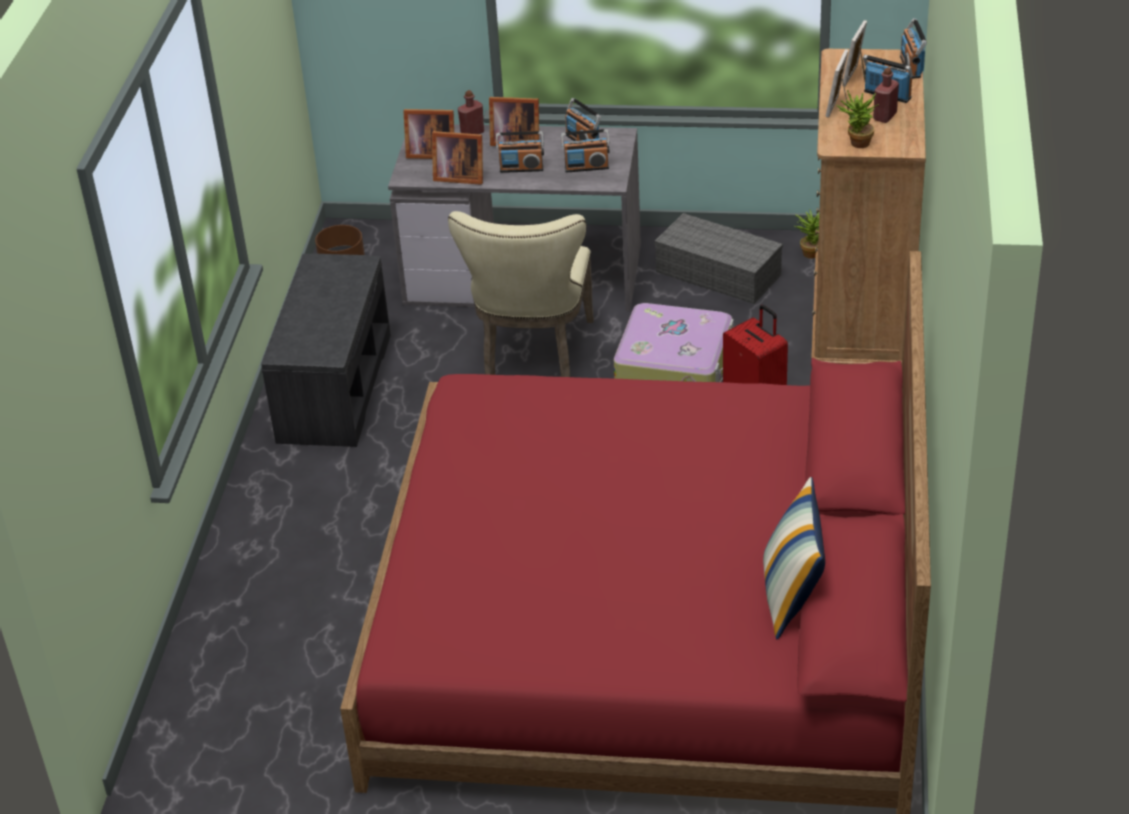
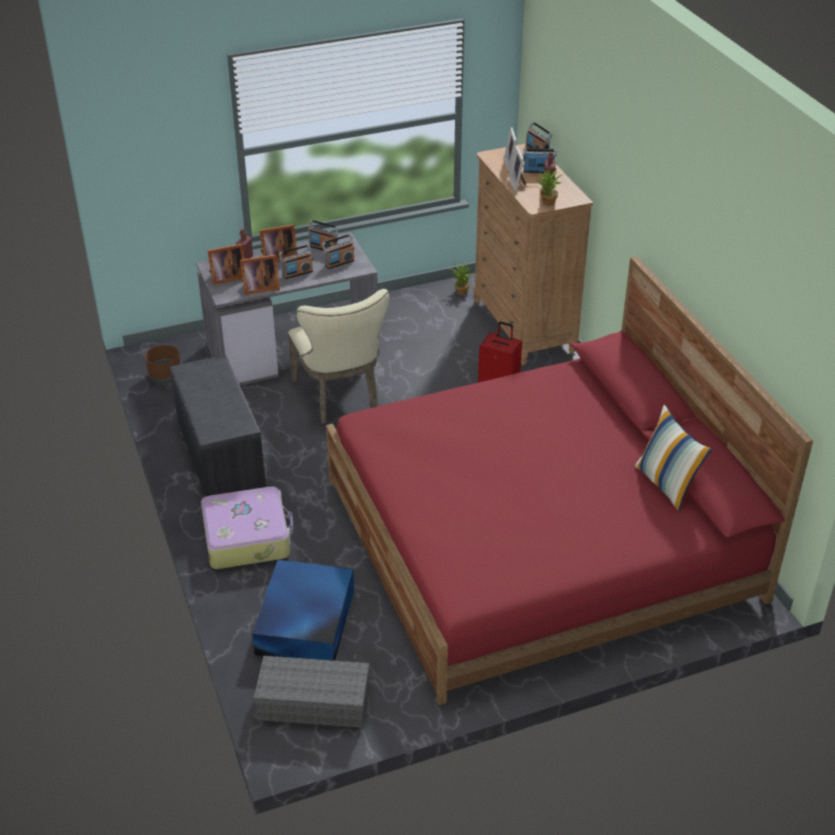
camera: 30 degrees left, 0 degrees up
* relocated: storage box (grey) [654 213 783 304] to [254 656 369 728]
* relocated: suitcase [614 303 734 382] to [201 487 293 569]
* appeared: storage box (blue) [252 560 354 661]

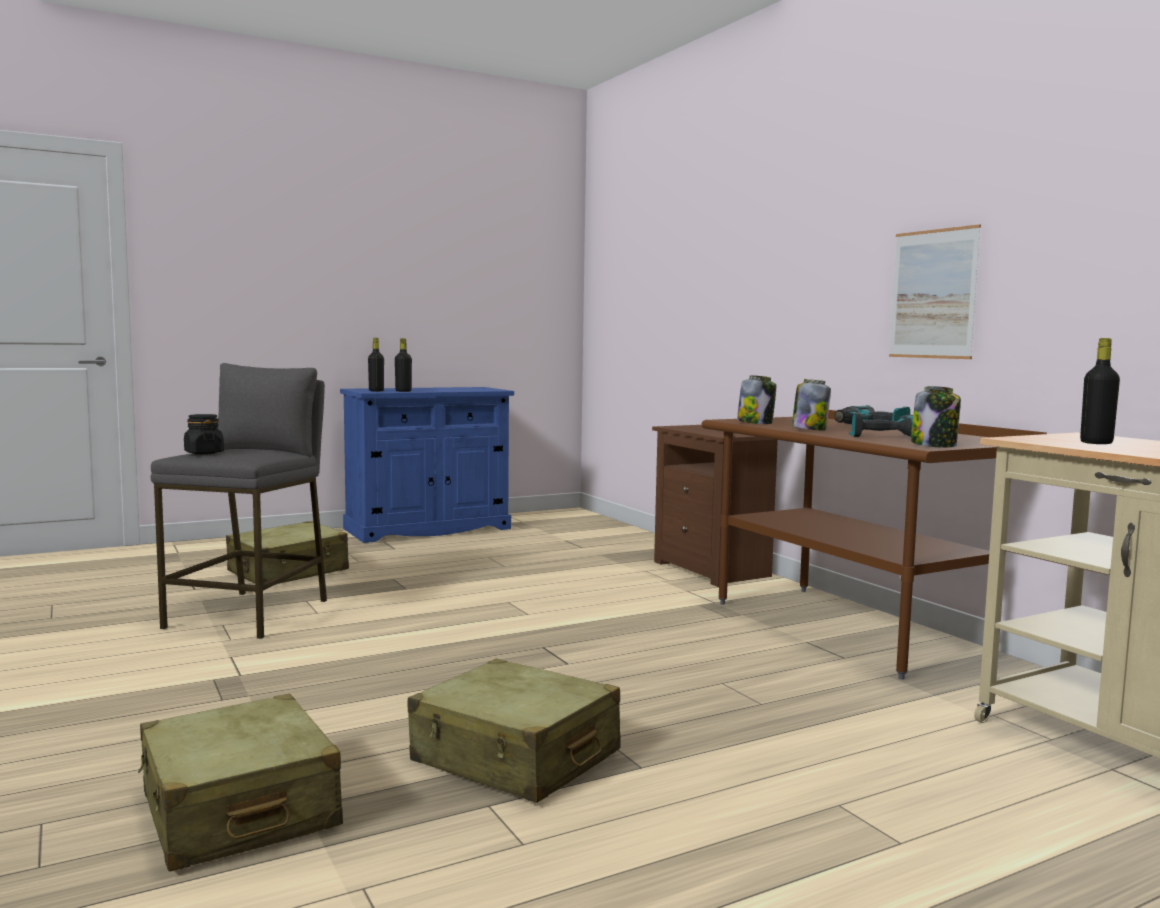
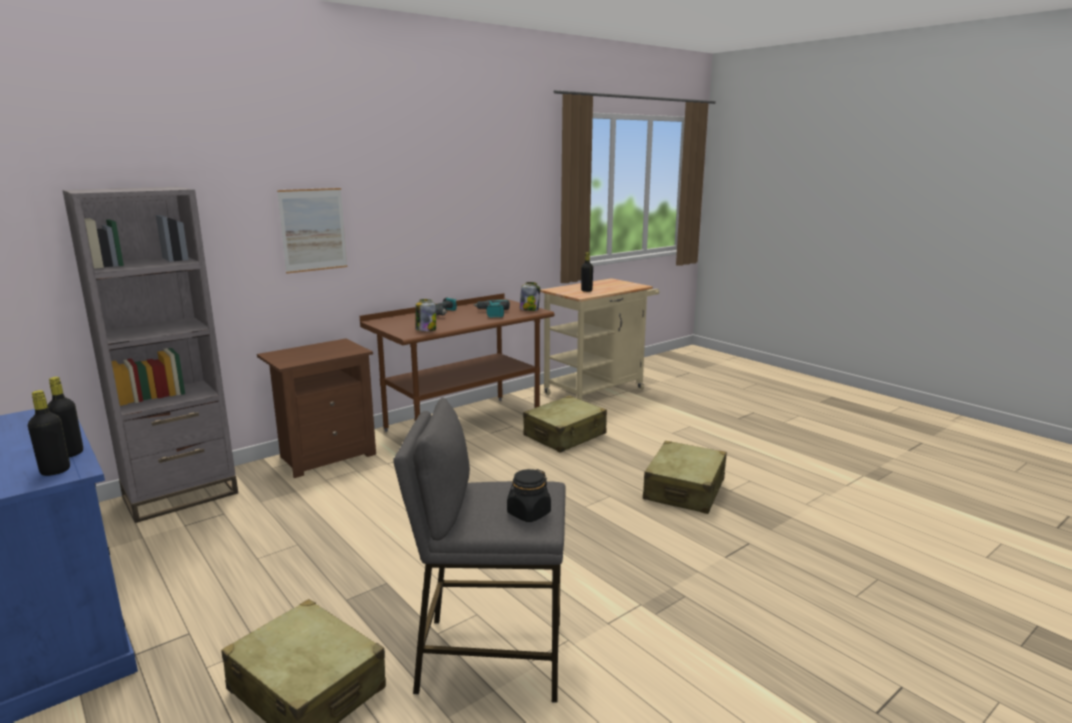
camera: 100 degrees left, 10 degrees up
* relocated: picture [889 224 981 359] to [277 188 347 274]
* missing: jar [792 379 831 431]
* relocated: suitcase (beige) [138 694 343 872] to [523 396 607 453]
* appeared: bookcase (grey) [62 187 238 523]

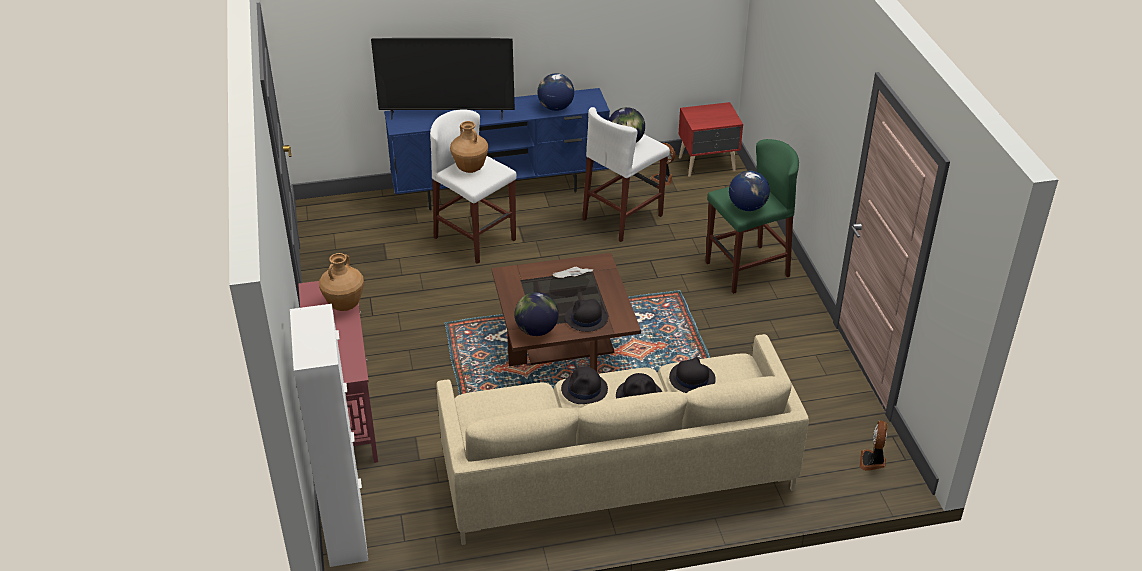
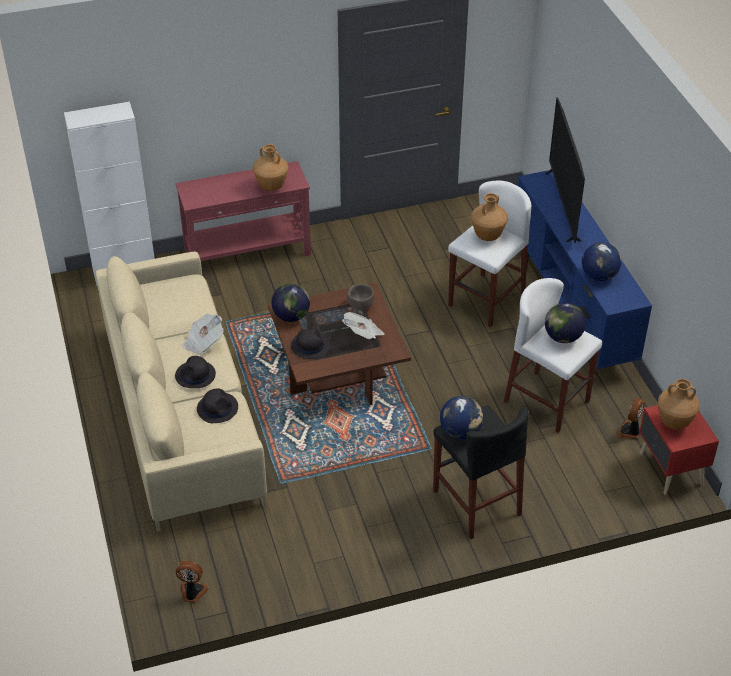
camera: 85 degrees right, 5 degrees up
* colour: stool (green) [705 139 799 294] to stool (black) [433 405 529 539]
* exchanged: hat (black) [561 367 608 404] to newspaper [182 314 224 355]
* appeared: bowl (brown) [347 284 374 310]
* appeared: vase (brown) [658 379 700 430]

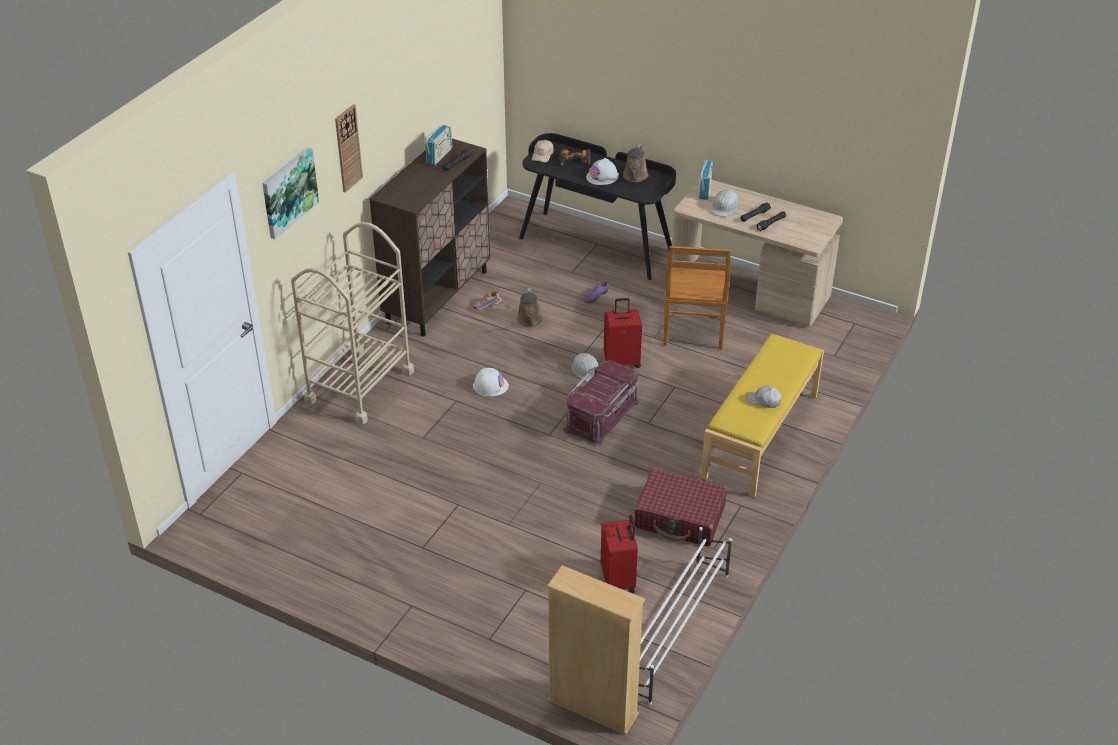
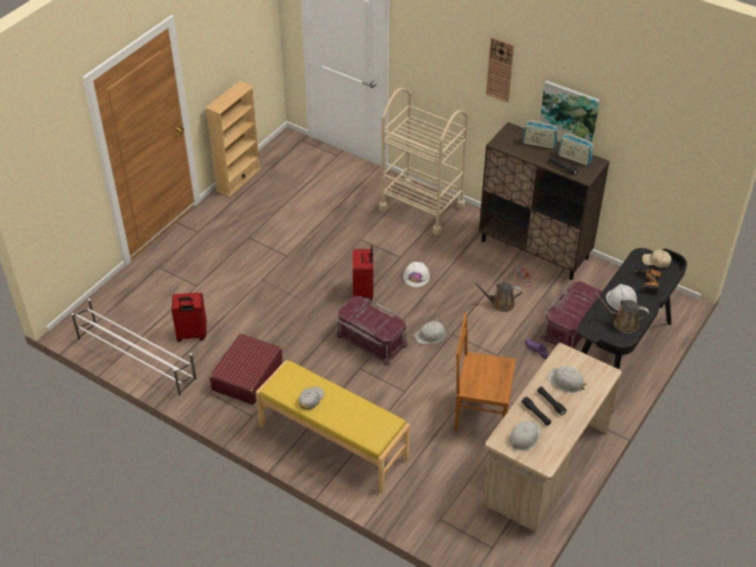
camera: 95 degrees right, 5 degrees up
* relocated: picture [262 147 319 239] to [540 80 600 142]
* relocated: radio [699 160 714 200] to [522 121 558 149]
* relocated: suitcase (red) [604 298 642 368] to [353 245 373 301]
* relocated: bookcase (beige) [547 565 645 735] to [205 81 261 197]
* appeared: storage box (red) [541 281 602 349]
* appeared: hard hat (white) [509 421 542 451]

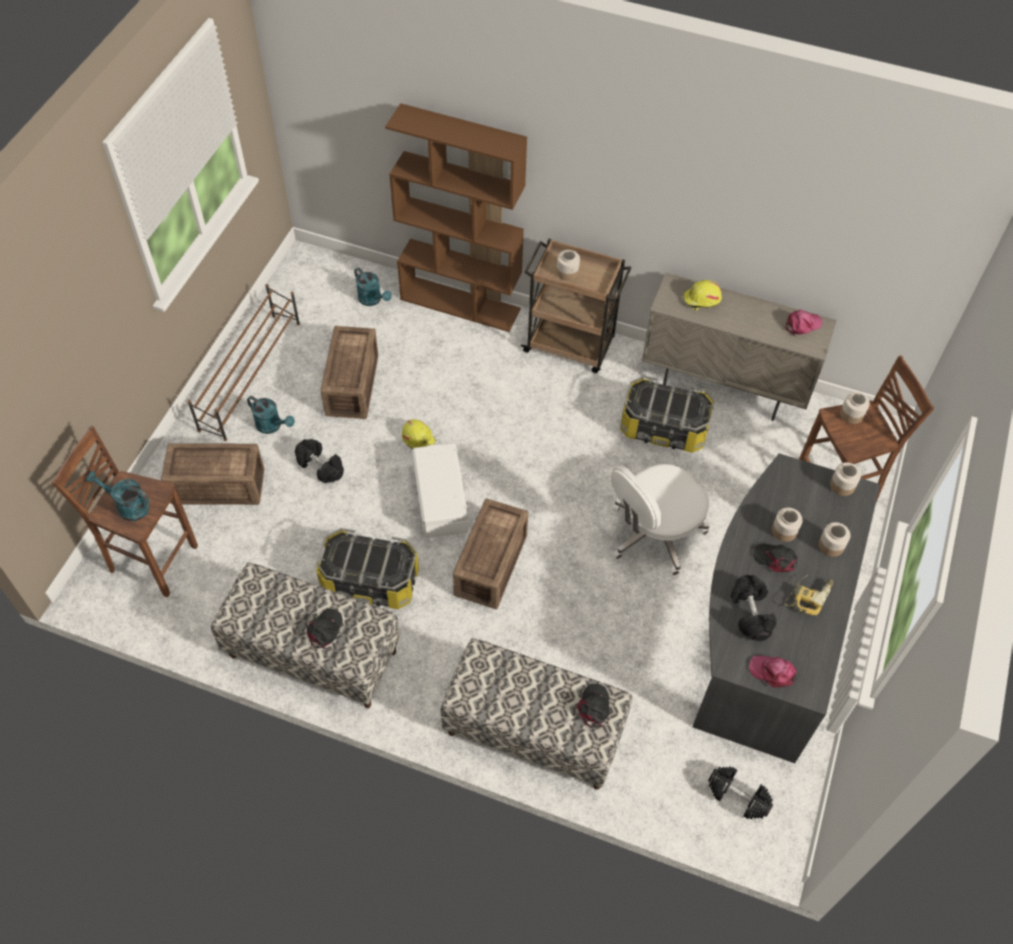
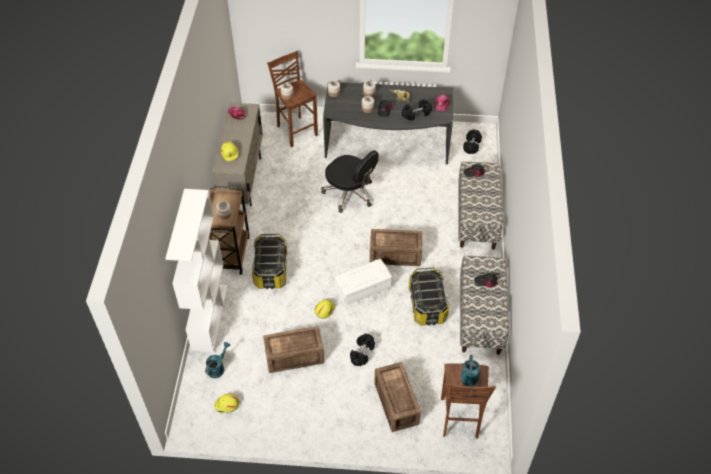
camera: 105 degrees left, 5 degrees down
* colour: bookcase (brown) [385 103 527 332] to bookcase (white) [165 189 228 352]
* missing: shoe rack (brown) [188 284 300 441]
* relocated: storage box [620 376 715 453] to [252 234 287 289]
* missing: watering can (turquoise) [247 396 295 434]
* colour: office chair (white) [611 464 710 575] to office chair (black) [321 150 379 213]
* appeared: hard hat (yellow) [214 394 240 414]

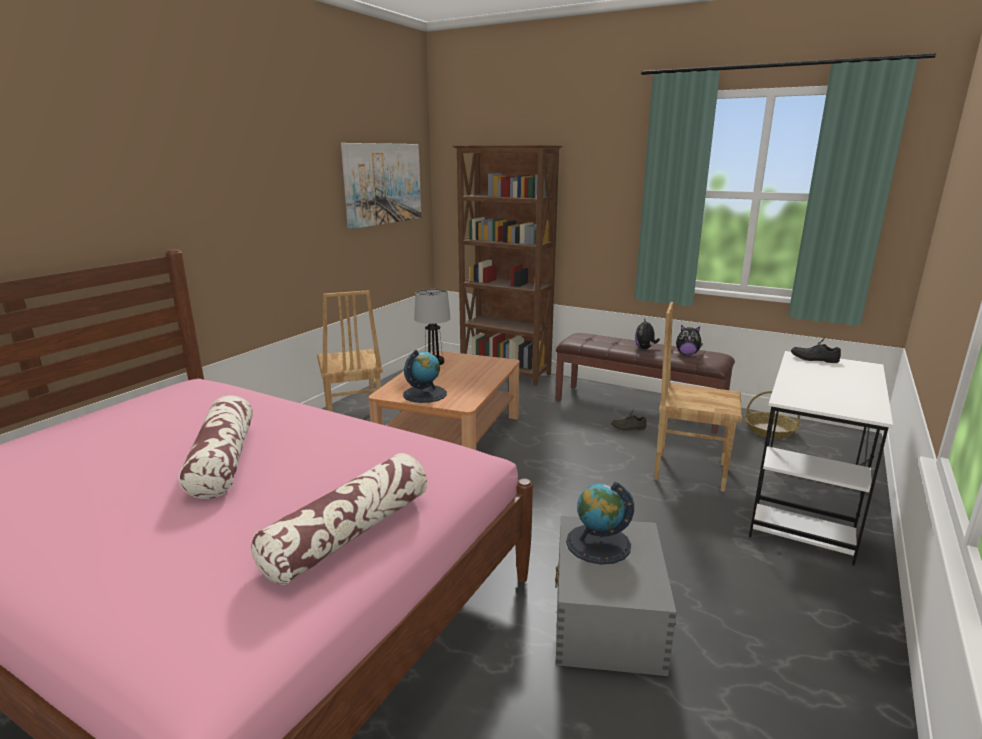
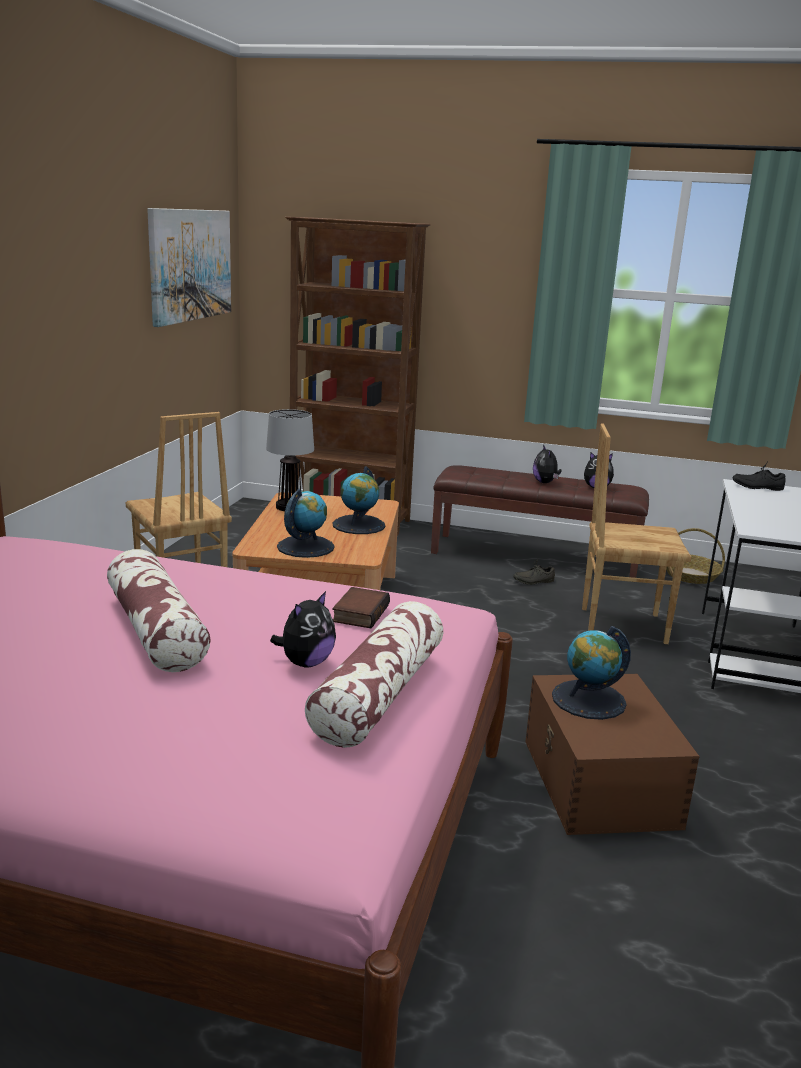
camera: 15 degrees left, 0 degrees up
* colour: storage box (grey) [555 516 677 676] to storage box (brown) [525 674 700 835]
* appeared: globe [333 466 385 534]
* appeared: book [332 587 390 628]
* appeared: plush toy [270 591 336 667]

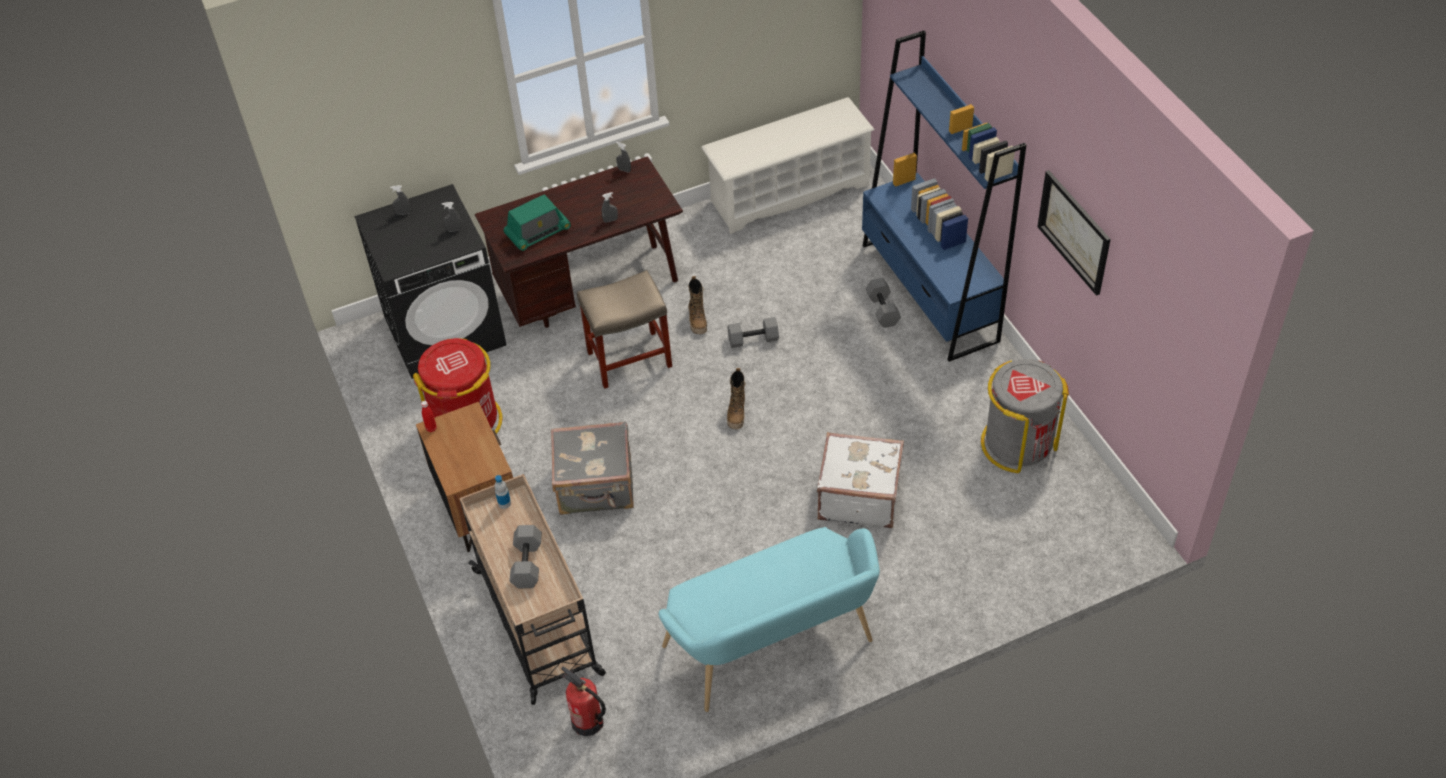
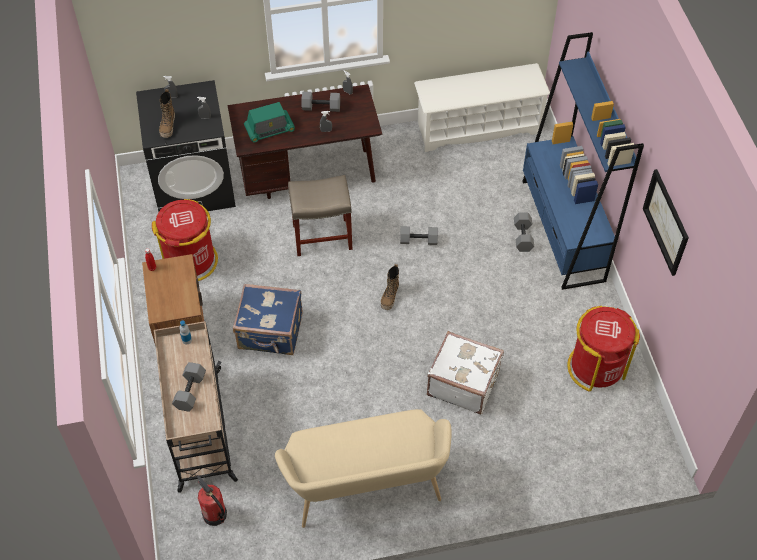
camera: 10 degrees right, 5 degrees up
* relocated: boot [688 276 707 334] to [159 89 175 138]
* colour: trash can (grey) [981 359 1069 473] to trash can (red) [567 306 640 392]
* colour: suitcase (grey) [551 421 634 515] to suitcase (blue) [233 284 302 355]
* colour: bench (turquoise) [659 527 880 712] to bench (beige) [275 409 452 528]
* appeared: dumbbell (grey) [302 92 340 112]

